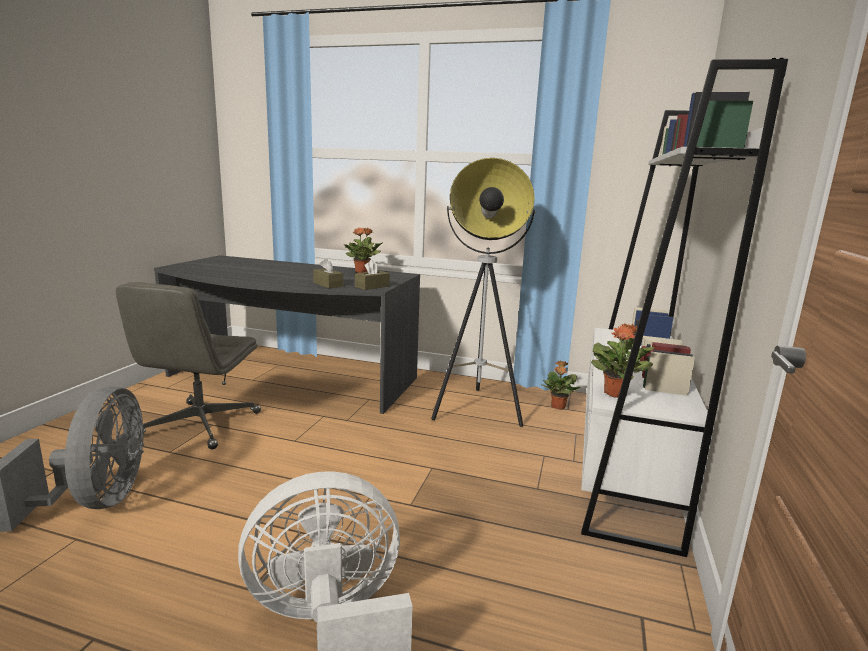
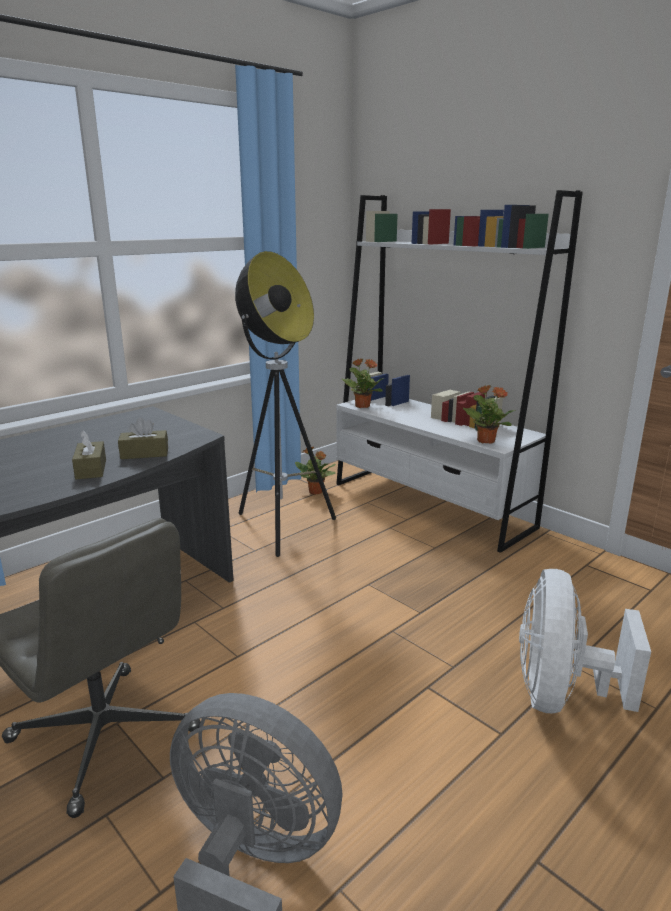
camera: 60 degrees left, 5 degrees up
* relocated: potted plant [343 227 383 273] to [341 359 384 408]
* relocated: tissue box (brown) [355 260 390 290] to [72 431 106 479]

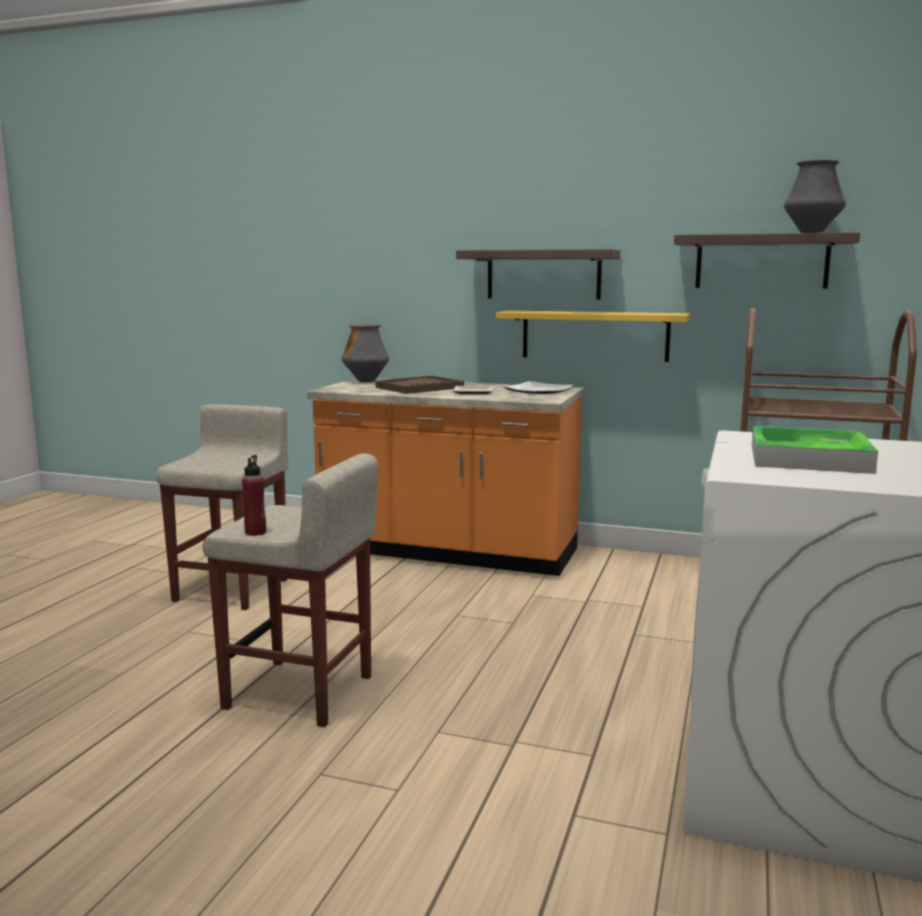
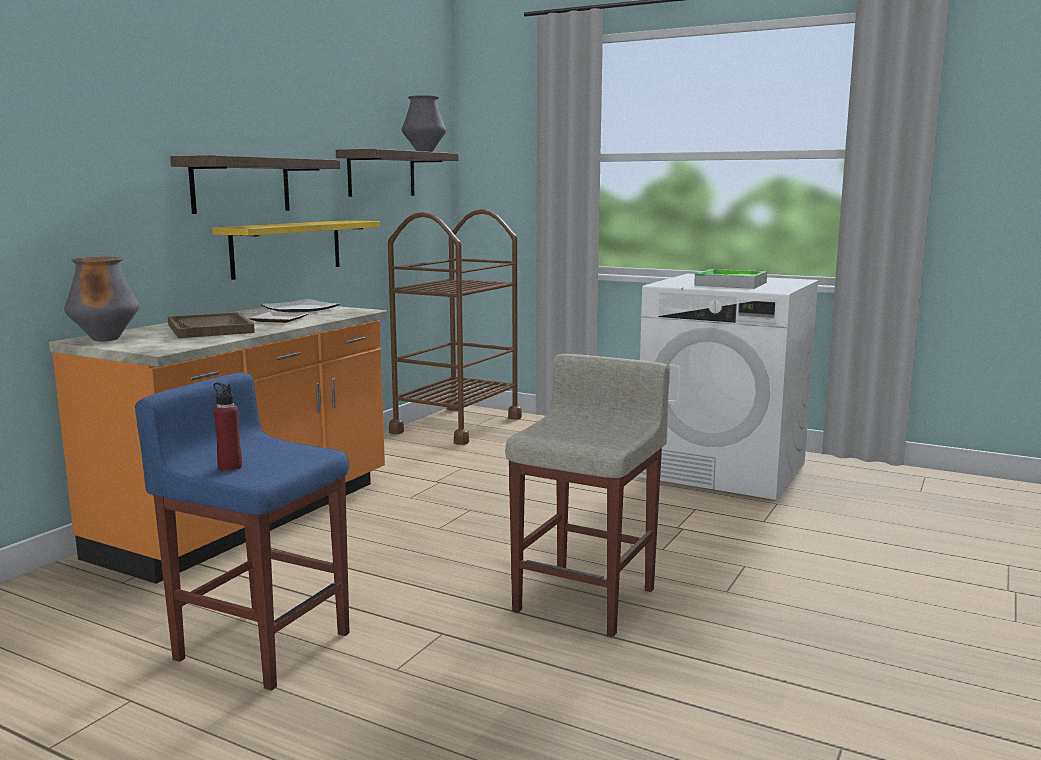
camera: 80 degrees left, 0 degrees up
* colour: stool (beige) [156 404 288 610] to stool (blue) [135 373 349 691]
* relocated: bottle (red) [242 455 266 536] to [213 383 242 471]

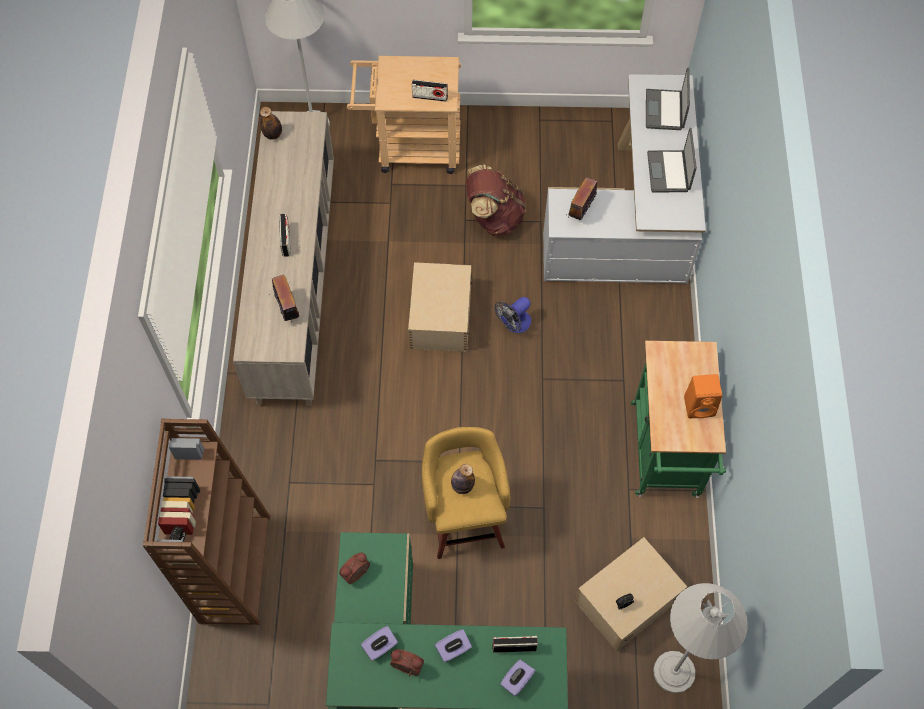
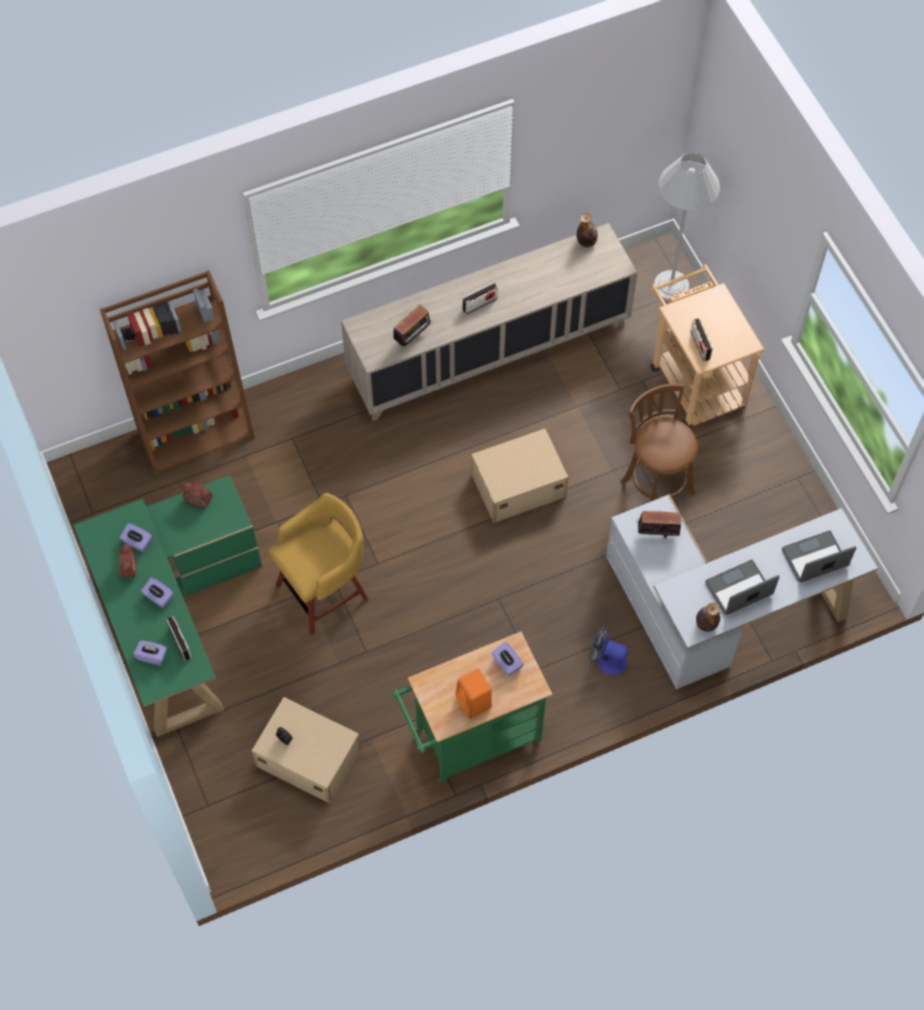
camera: 65 degrees right, 0 degrees up
* exchanged: backpack (brown) [466 165 526 236] to stool (brown) [621 384 698 502]
* relocated: fan [495 297 531 333] to [589 625 628 675]
* relocated: bottle [451 464 475 494] to [696 603 720 632]
* missing: floor lamp (white) [653 583 748 693]
* appeared: tissue box (purple) [492 642 523 676]

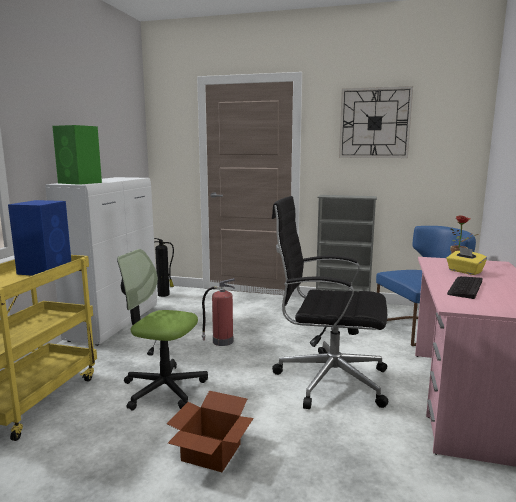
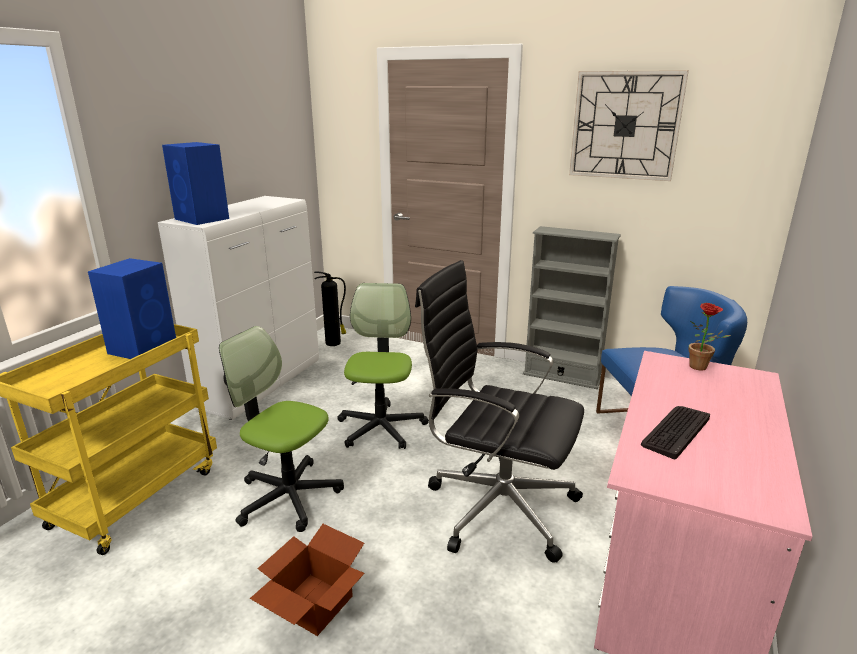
camera: 10 degrees right, 10 degrees up
* colour: speaker (green) [52 125 102 185] to speaker (blue) [162 142 229 225]
* missing: tissue box (yellow) [447 246 487 275]
* exchanged: fire extinguisher [202 278 235 346] to office chair [337 283 429 449]

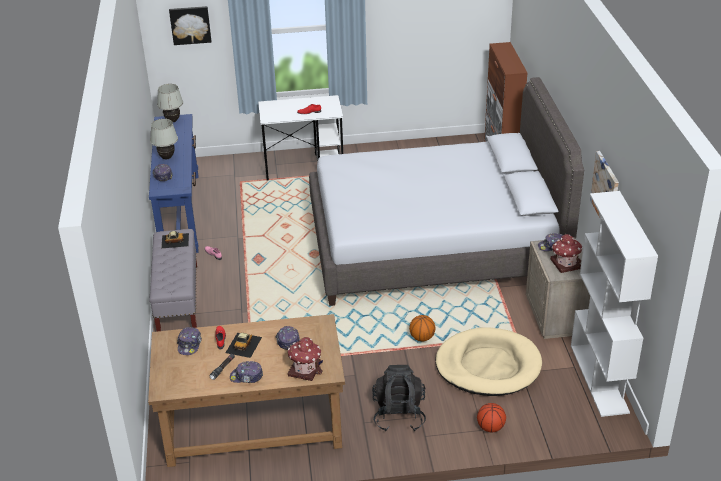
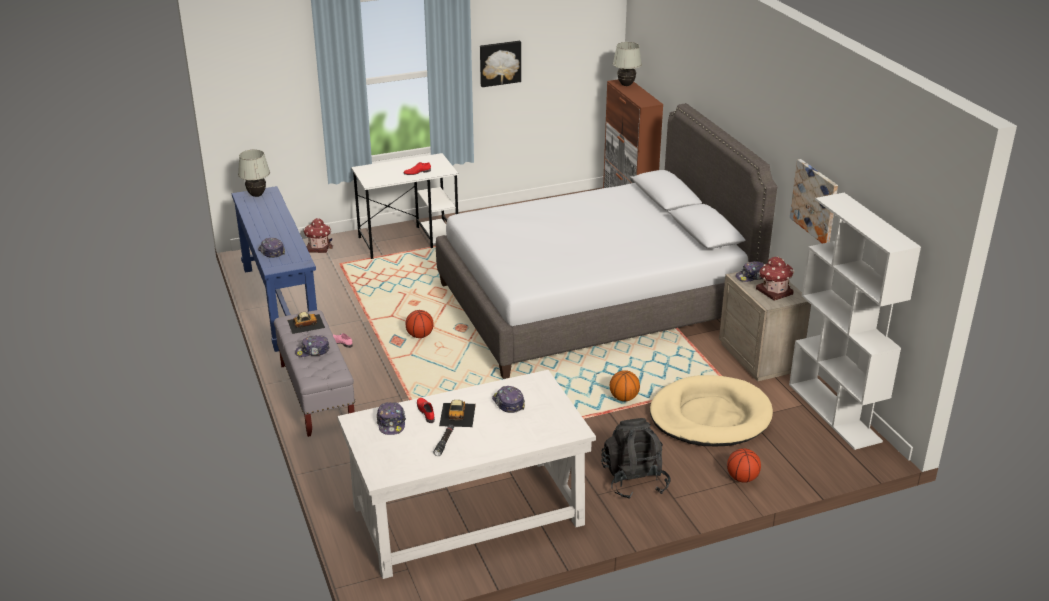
camera: 15 degrees left, 5 degrees down
* relocated: picture [169 6 212 45] to [480 41 521 87]
* relocated: table lamp (white) [150 119 178 159] to [613 42 642 86]
* colour: desk (brown) [148 314 345 467] to desk (white) [337 370 596 579]
* relocated: toy house [288 337 323 381] to [303 218 333 253]
* relocated: cap [230 361 263 383] to [295 335 330 357]
* appeared: basketball [406 310 434 338]

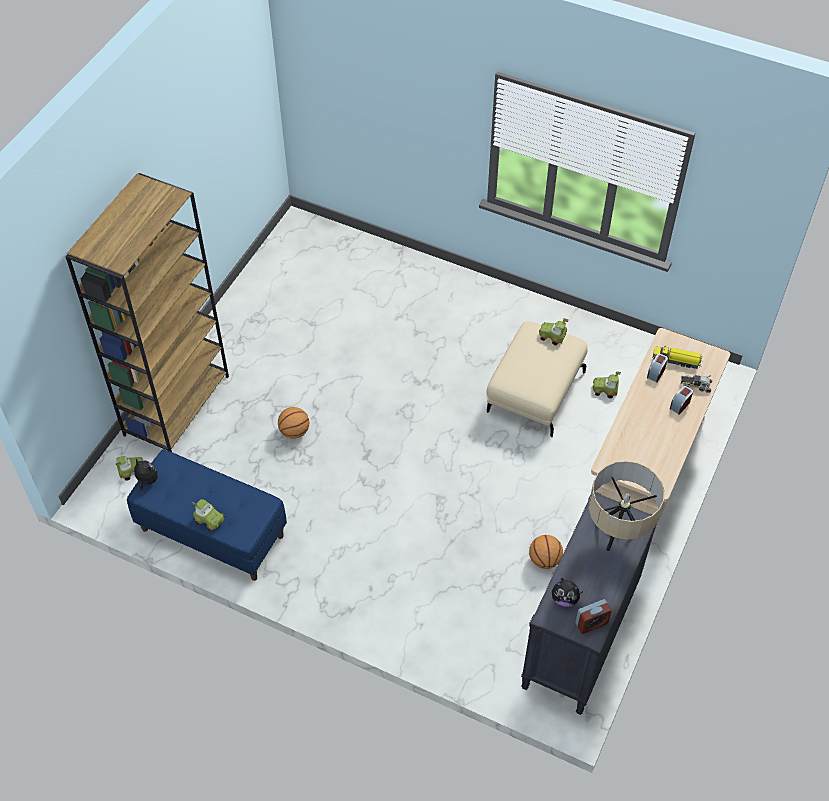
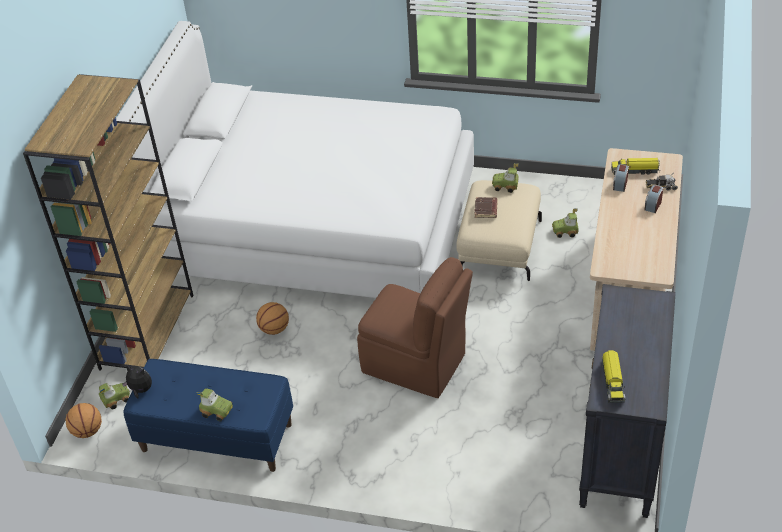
camera: 10 degrees left, 10 degrees down
* missing: table lamp (beige) [589 461 665 551]
* relocated: basketball [529 535 563 569] to [66 403 102 438]
* exchanged: plush toy [552 578 583 607] to toy truck [602 350 625 403]
* missing: alarm clock [575 599 612 634]
* appeared: bed (white) [116 21 474 298]
* appeared: book (brown) [474 197 498 218]
* appeared: chair (brown) [357 257 473 398]

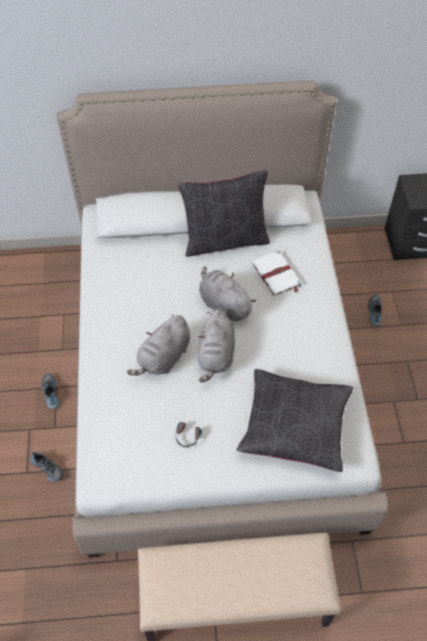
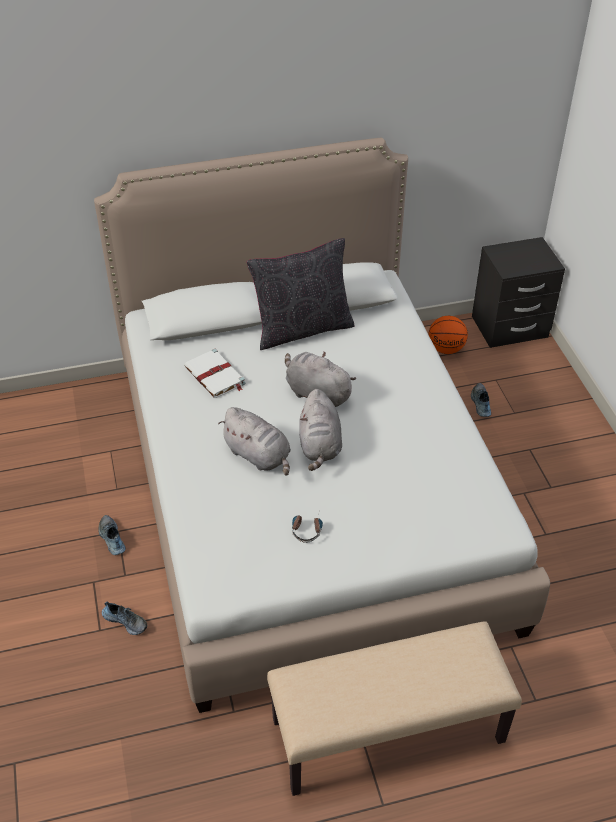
camera: 10 degrees left, 10 degrees down
* relocated: book (white) [252 250 302 297] to [184 349 245 398]
* spun: plush toy (grey) [127 315 190 376] = [218 407 291 476] 75 degrees counterclockwise
* missing: pillow (black) [236 369 353 472]
* appeared: basketball [428 316 468 354]

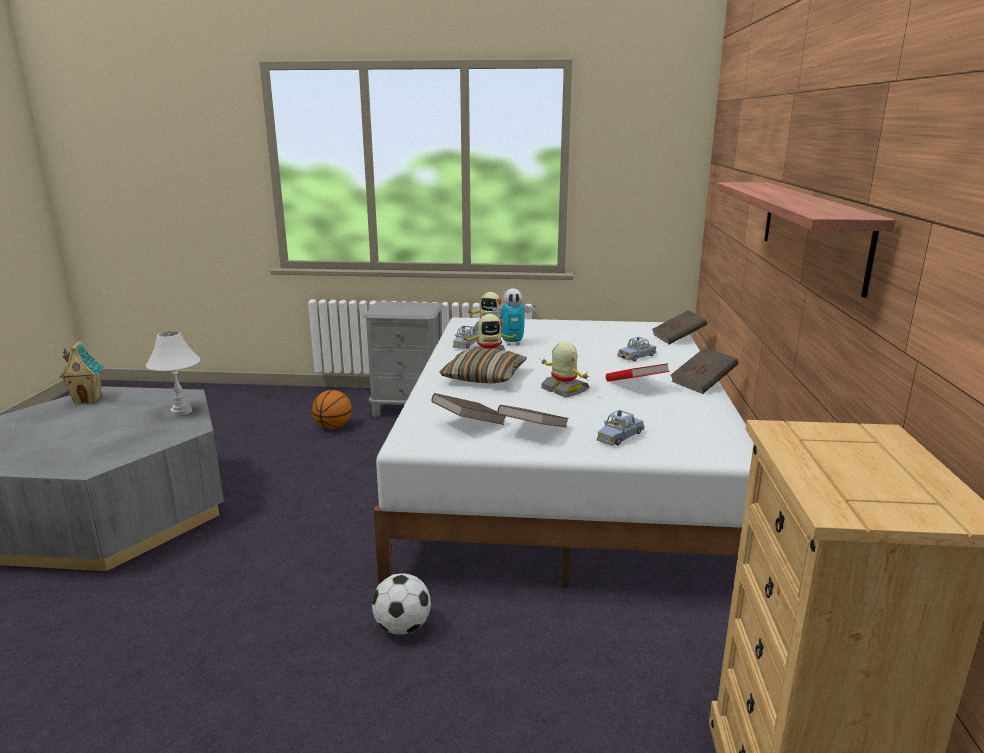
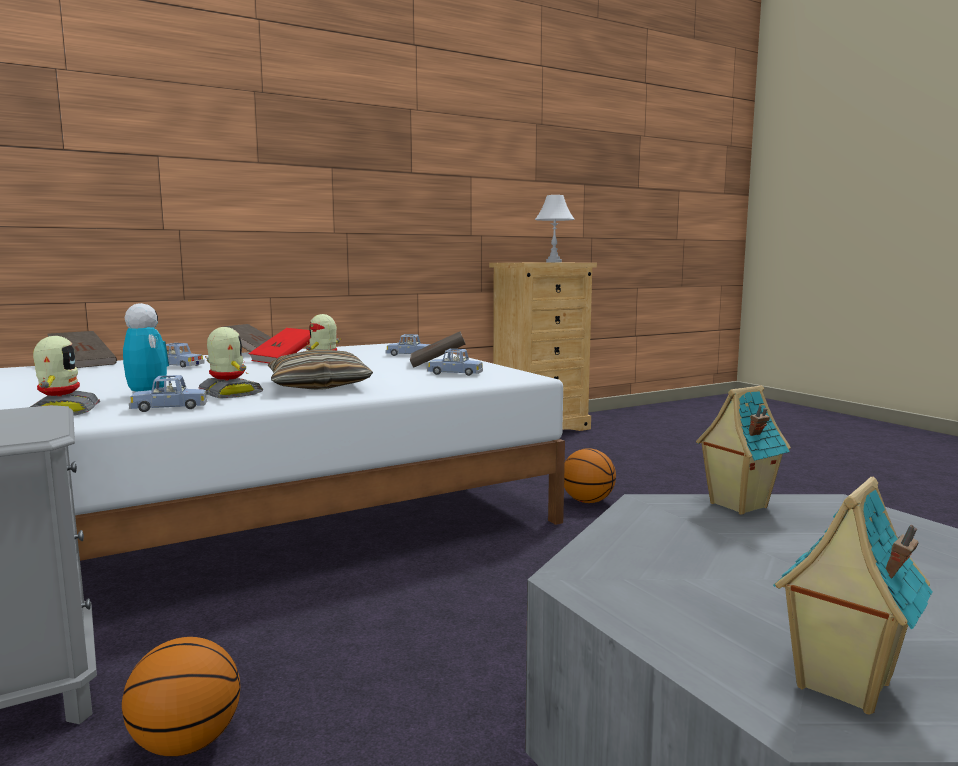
camera: 125 degrees left, 10 degrees down
* missing: shelf [716 182 895 298]
* relocated: table lamp (white) [146 331 200 416] to [535 195 575 263]
* exchanged: book (brown) [432 393 507 425] to toy car (blue) [427 349 483 376]
* exchanged: football [372 573 431 635] to basketball [564 448 616 503]
* appeared: toy house [696 385 791 515]

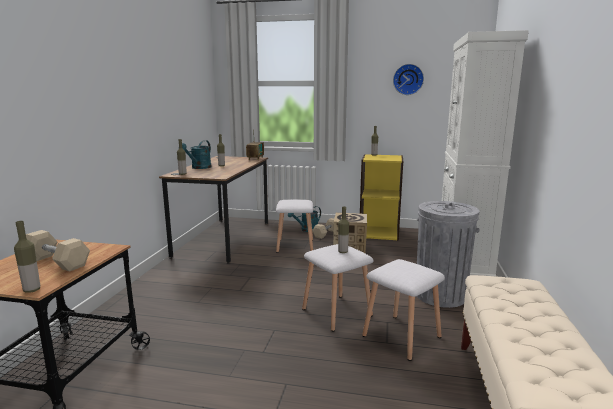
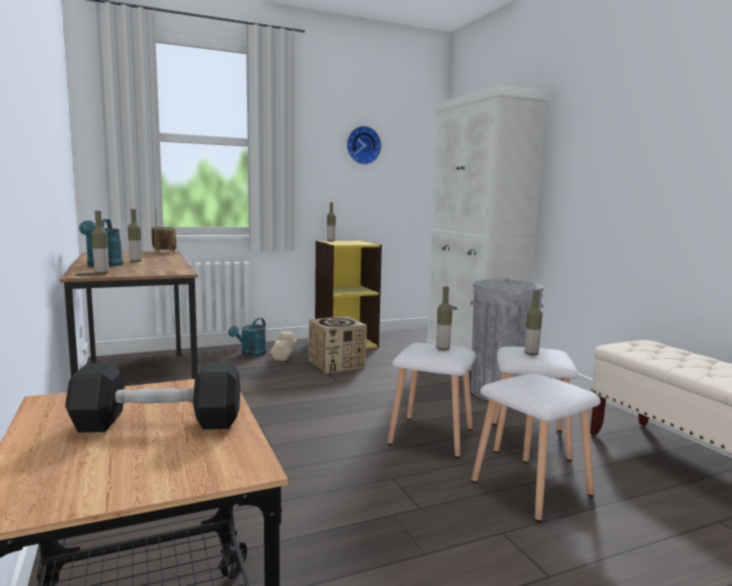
camera: 35 degrees left, 5 degrees down
* relocated: stool (white) [276 199 314 253] to [471 373 601 522]
* relocated: bottle [14 221 40 293] to [525 290 543 355]
* colour: dumbbell (beige) [26 230 90 272] to dumbbell (black) [65 362 240 433]

